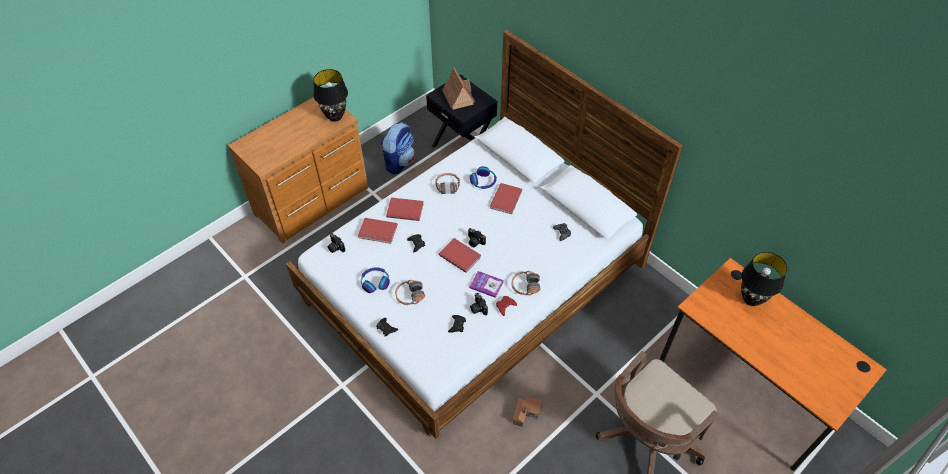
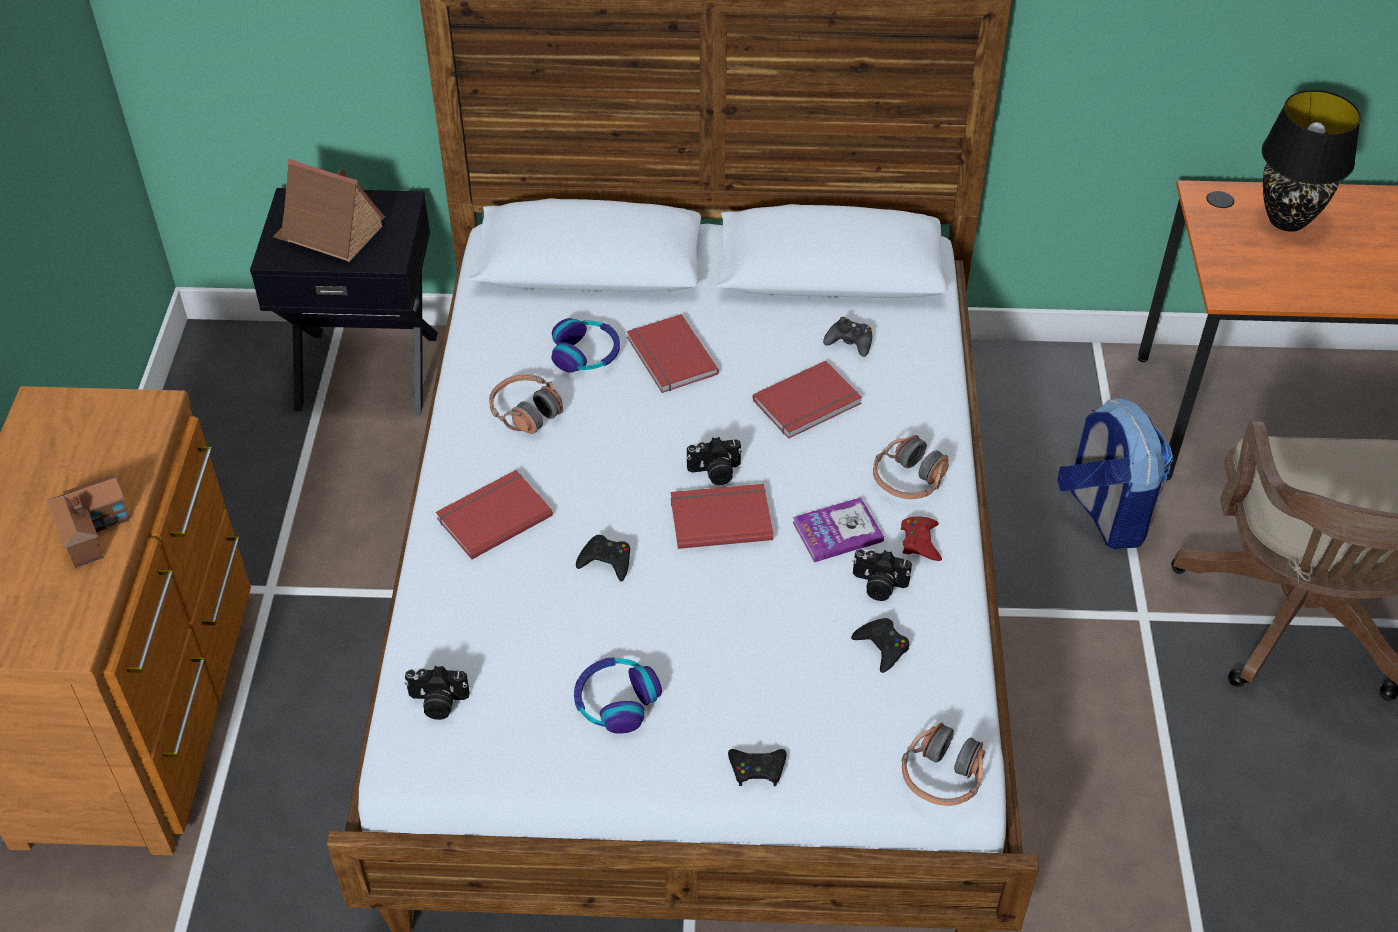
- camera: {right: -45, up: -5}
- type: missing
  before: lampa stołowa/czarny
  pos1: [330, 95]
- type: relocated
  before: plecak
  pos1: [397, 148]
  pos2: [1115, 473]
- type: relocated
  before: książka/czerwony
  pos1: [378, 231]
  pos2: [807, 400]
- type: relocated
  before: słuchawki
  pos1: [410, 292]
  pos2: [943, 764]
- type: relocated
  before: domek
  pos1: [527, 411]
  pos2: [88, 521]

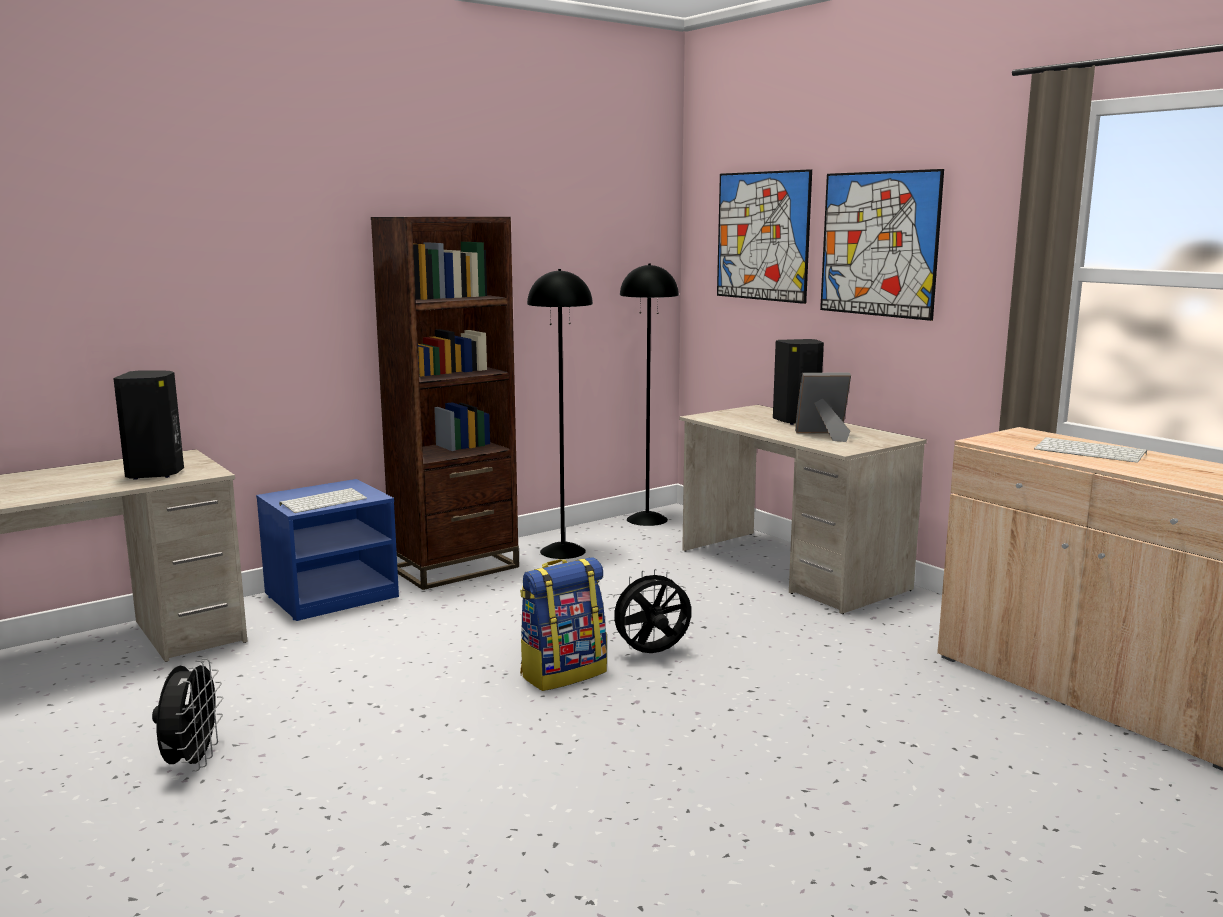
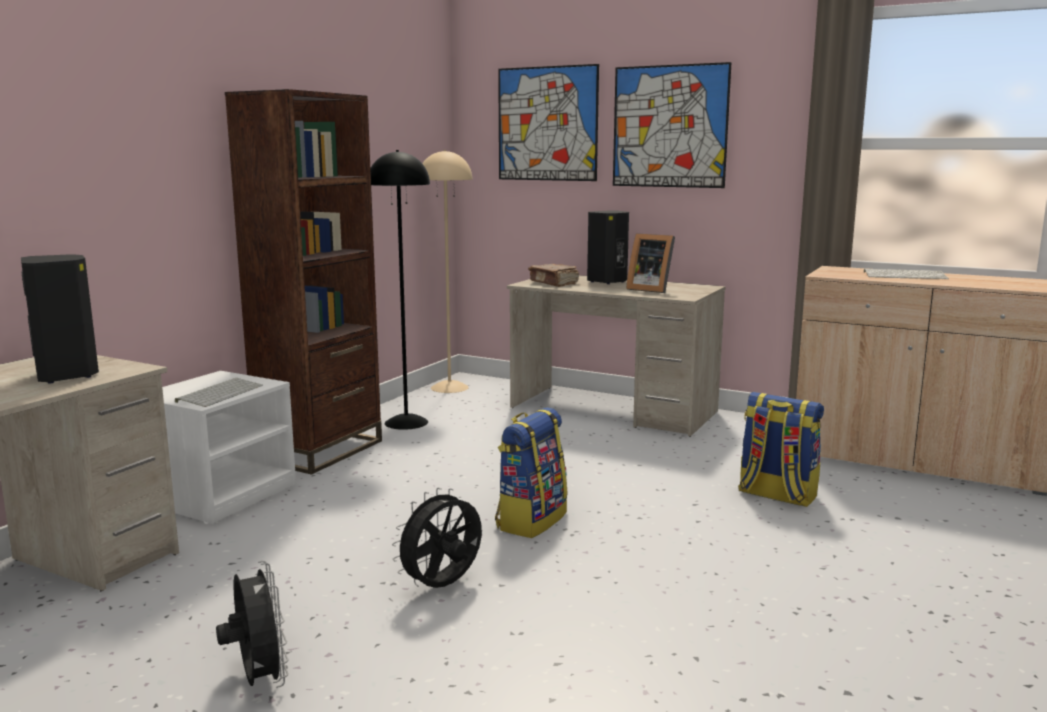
- camera: {right: -25, up: 0}
- type: colour
  before: lampa stojąca/czarny
  after: lampa stojąca/beżowy
  pos1: [649, 394]
  pos2: [447, 271]
- type: spun
  before: ramka na zdjęcie
  pos1: [823, 407]
  pos2: [650, 263]
  turn: -120
- type: colour
  before: szafka nocna/niebieski
  after: szafka nocna/biały
  pos1: [327, 550]
  pos2: [229, 447]
- type: relocated
  before: wentylator/czarny
  pos1: [649, 611]
  pos2: [437, 538]
- type: appeared
  after: książka/brązowy
  pos2: [553, 275]
- type: appeared
  after: plecak
  pos2: [781, 449]

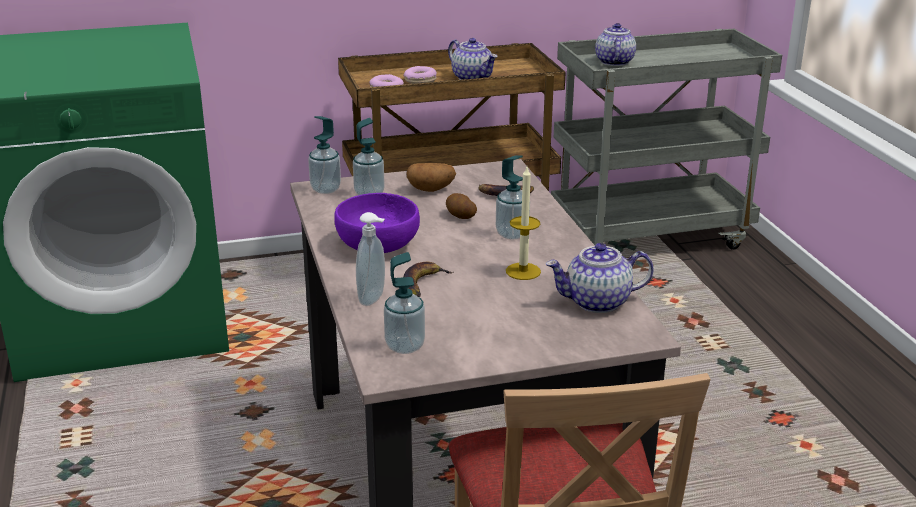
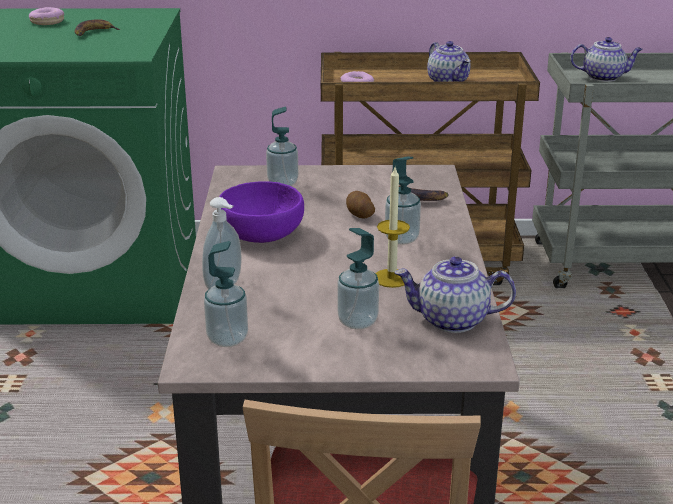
- camera: {right: 15, up: 0}
- type: spun
  before: imbryk
  pos1: [615, 44]
  pos2: [606, 59]
  turn: 75
- type: relocated
  before: donut
  pos1: [420, 75]
  pos2: [46, 16]
- type: relocated
  before: dozownik mydła
  pos1: [324, 155]
  pos2: [358, 279]
- type: missing
  before: ziemniak
  pos1: [431, 177]
- type: relocated
  before: banan
  pos1: [428, 279]
  pos2: [98, 27]

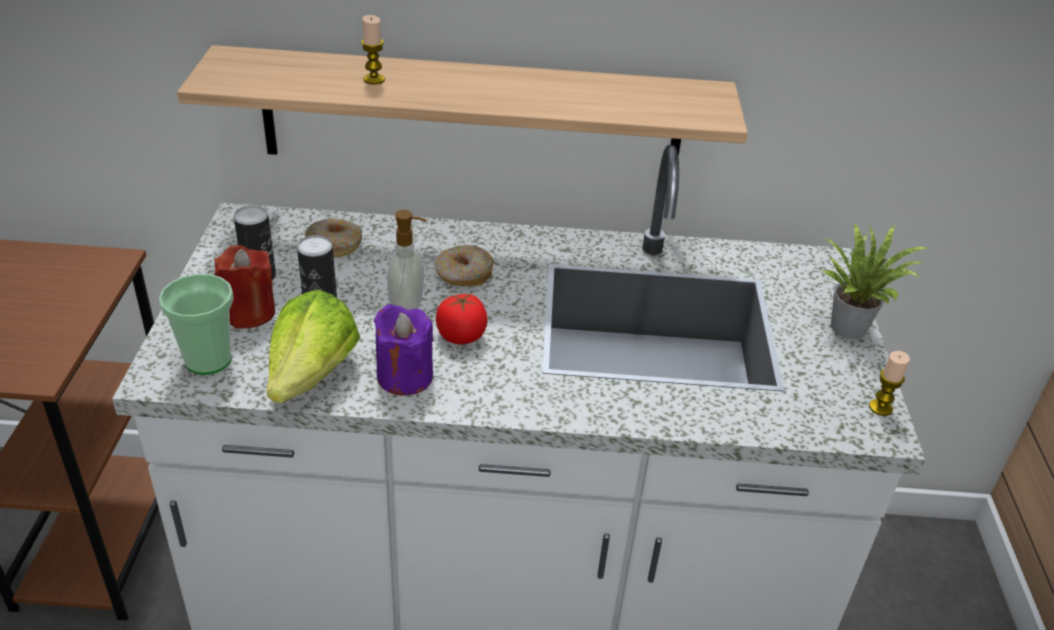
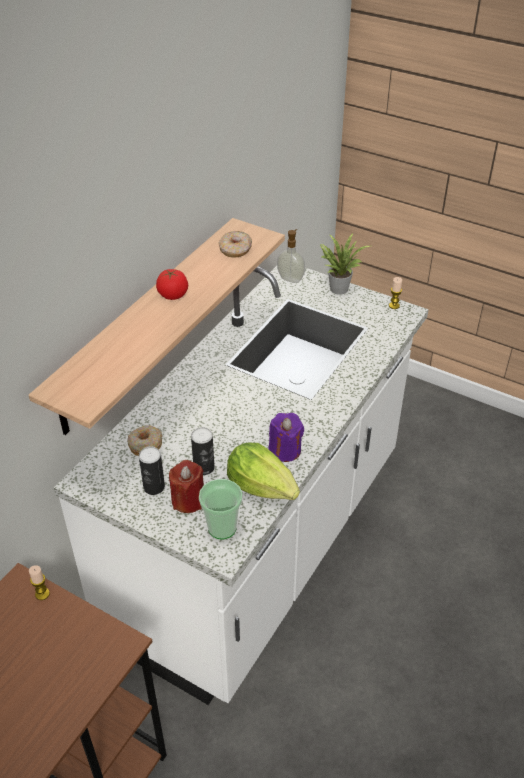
- camera: {right: -60, up: 5}
- type: relocated
  before: świeca
  pos1: [373, 49]
  pos2: [39, 582]
- type: relocated
  before: dozownik mydła
  pos1: [407, 260]
  pos2: [291, 256]
- type: relocated
  before: donut
  pos1: [464, 265]
  pos2: [235, 244]
- type: relocated
  before: pomidor
  pos1: [462, 319]
  pos2: [172, 284]

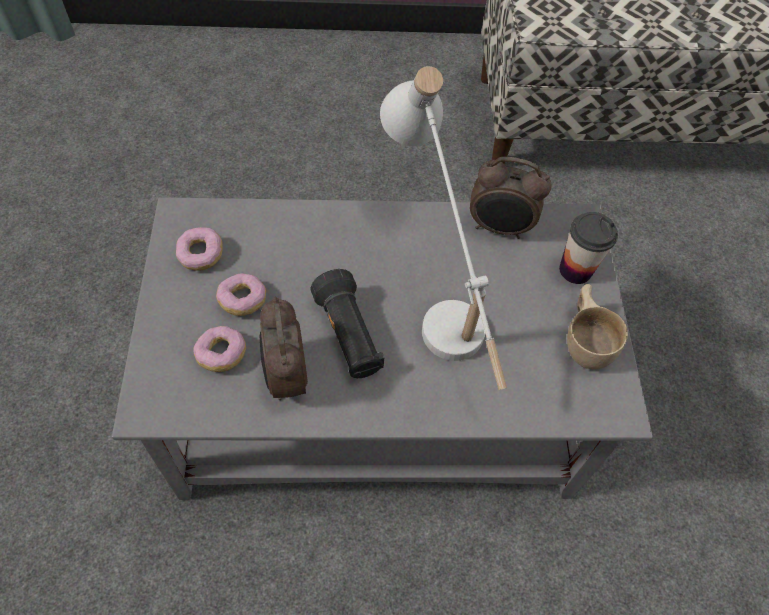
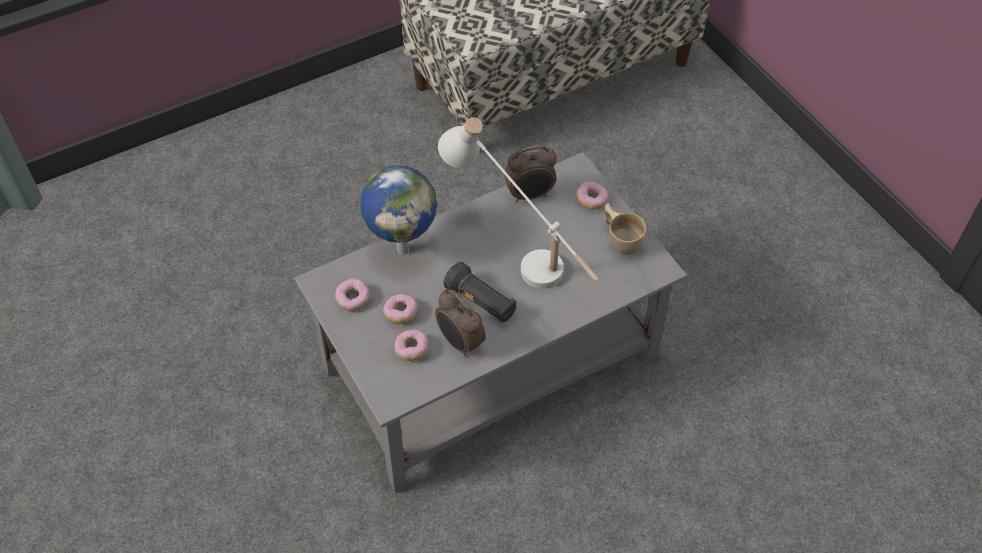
- camera: {right: -25, up: -5}
- type: exchanged
  before: filiżanka
  after: donut
  pos1: [588, 248]
  pos2: [592, 195]
- type: appeared
  after: globus
  pos2: [398, 210]

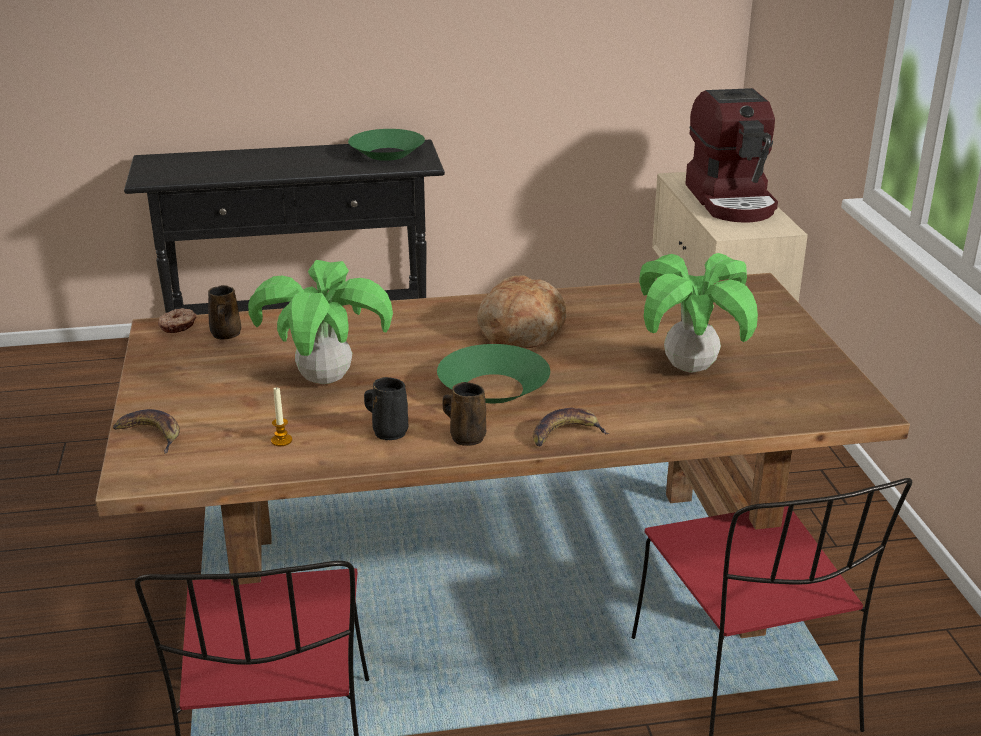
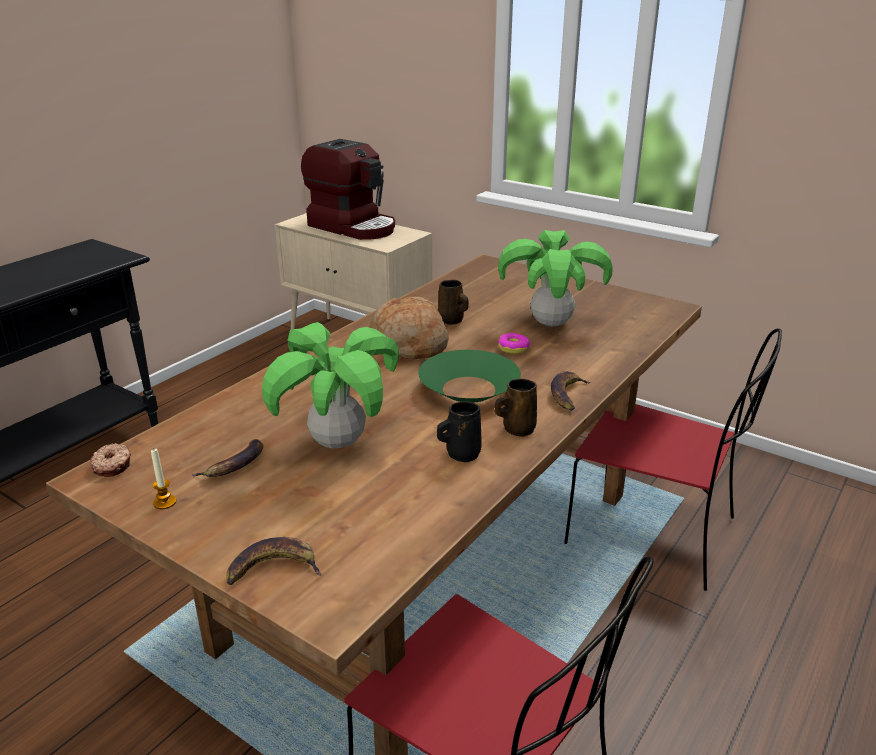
- camera: {right: -45, up: 0}
- type: missing
  before: miska/zielony
  pos1: [386, 145]
- type: relocated
  before: kubek/brązowy
  pos1: [224, 312]
  pos2: [453, 302]
- type: relocated
  before: świeca
  pos1: [281, 416]
  pos2: [163, 478]
- type: appeared
  after: donut
  pos2: [514, 343]
- type: appeared
  after: banan
  pos2: [227, 458]

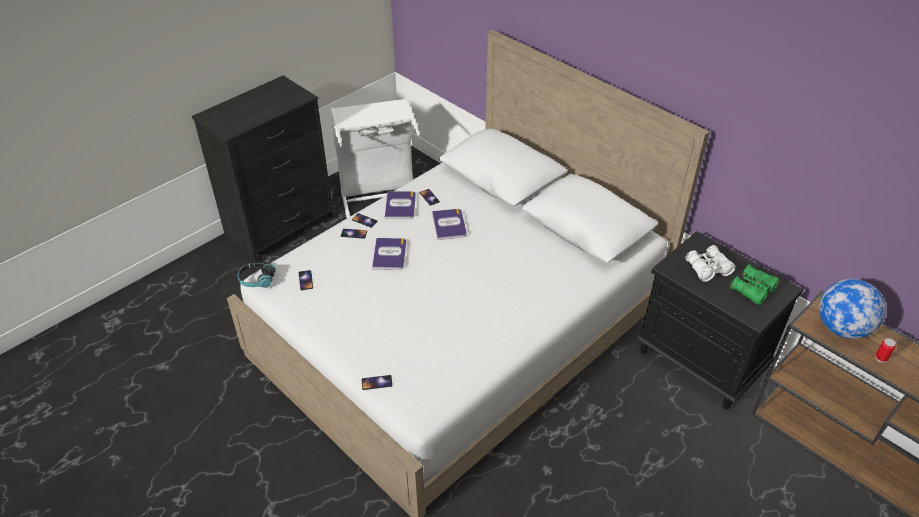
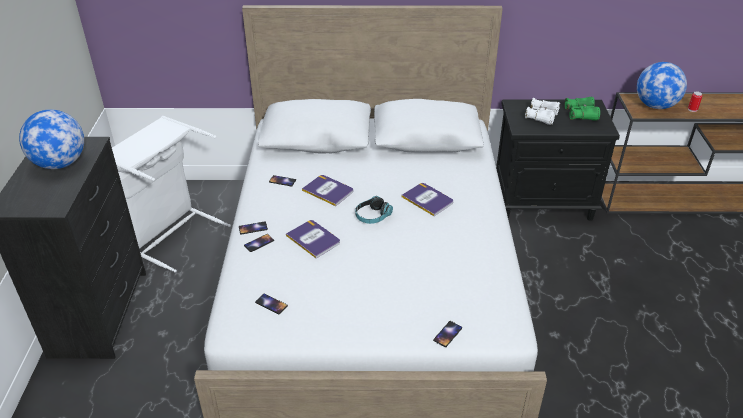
- camera: {right: -45, up: -5}
- type: relocated
  before: książka
  pos1: [400, 205]
  pos2: [427, 199]
- type: relocated
  before: słuchawki
  pos1: [257, 275]
  pos2: [374, 210]
- type: appeared
  after: globus
  pos2: [51, 139]

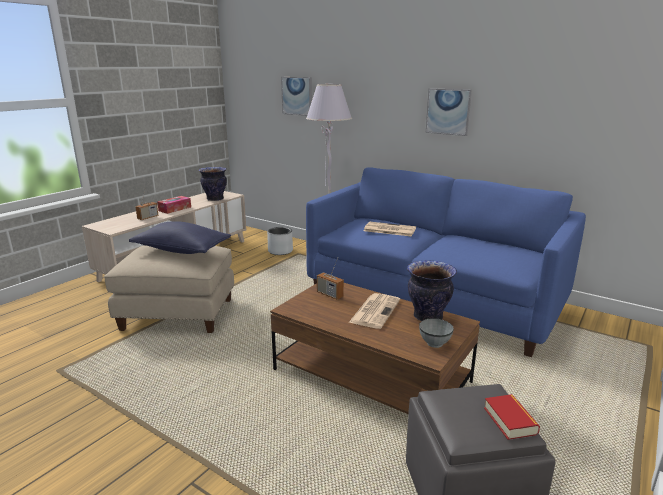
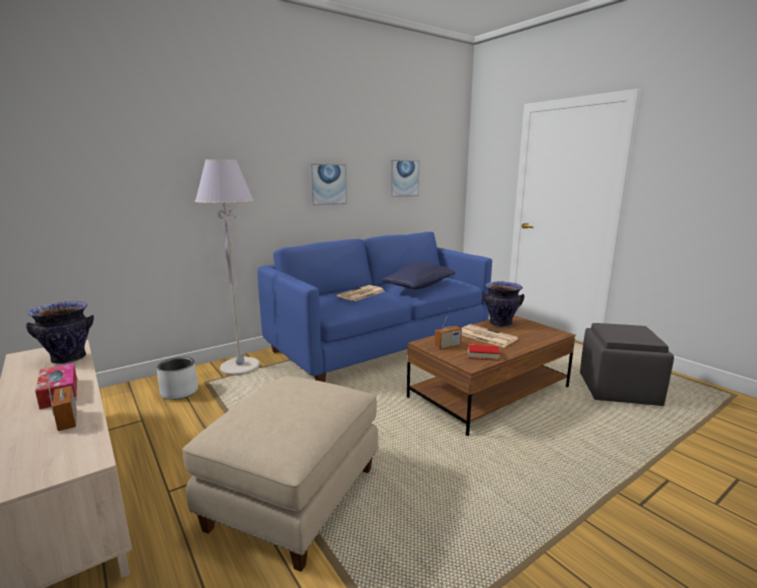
- camera: {right: -70, up: -5}
- type: relocated
  before: obraz
  pos1: [296, 96]
  pos2: [404, 178]
- type: relocated
  before: poduszka/niebieski
  pos1: [180, 237]
  pos2: [418, 275]
- type: missing
  before: miska/szary
  pos1: [436, 333]
- type: relocated
  before: książka
  pos1: [512, 417]
  pos2: [484, 352]

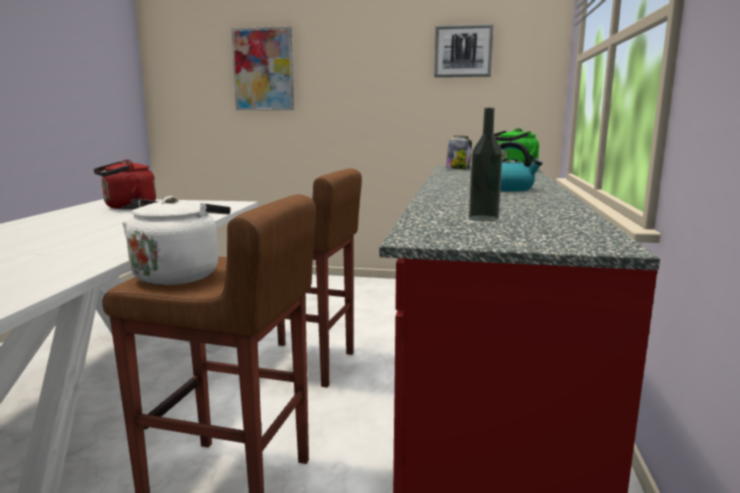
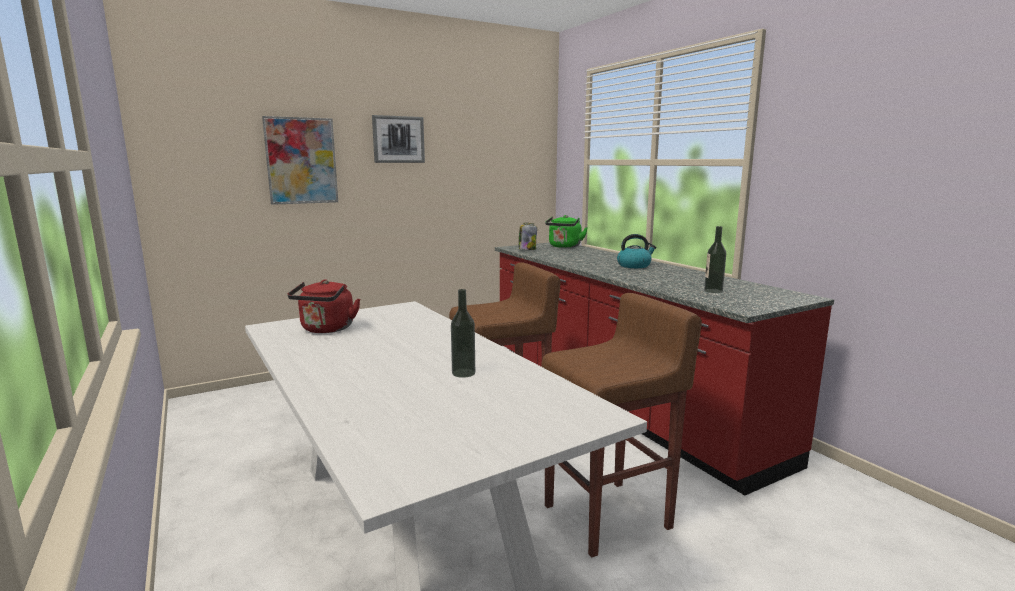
- camera: {right: -40, up: 0}
- type: relocated
  before: obraz
  pos1: [464, 50]
  pos2: [398, 139]
- type: missing
  before: czajnik/biały
  pos1: [176, 240]
- type: appeared
  after: butelka
  pos2: [463, 333]

